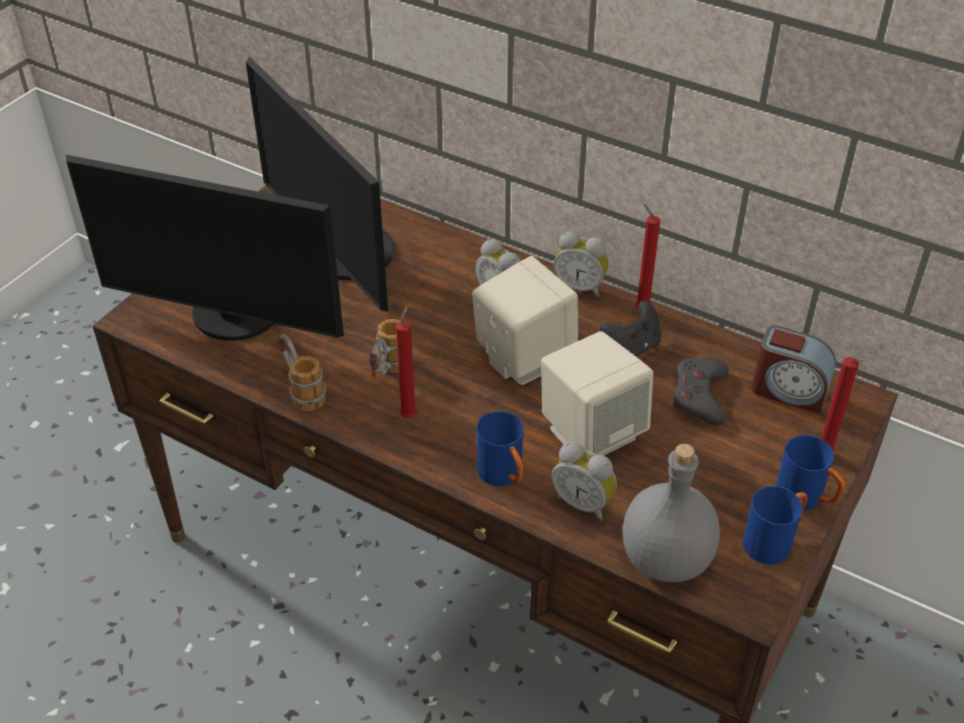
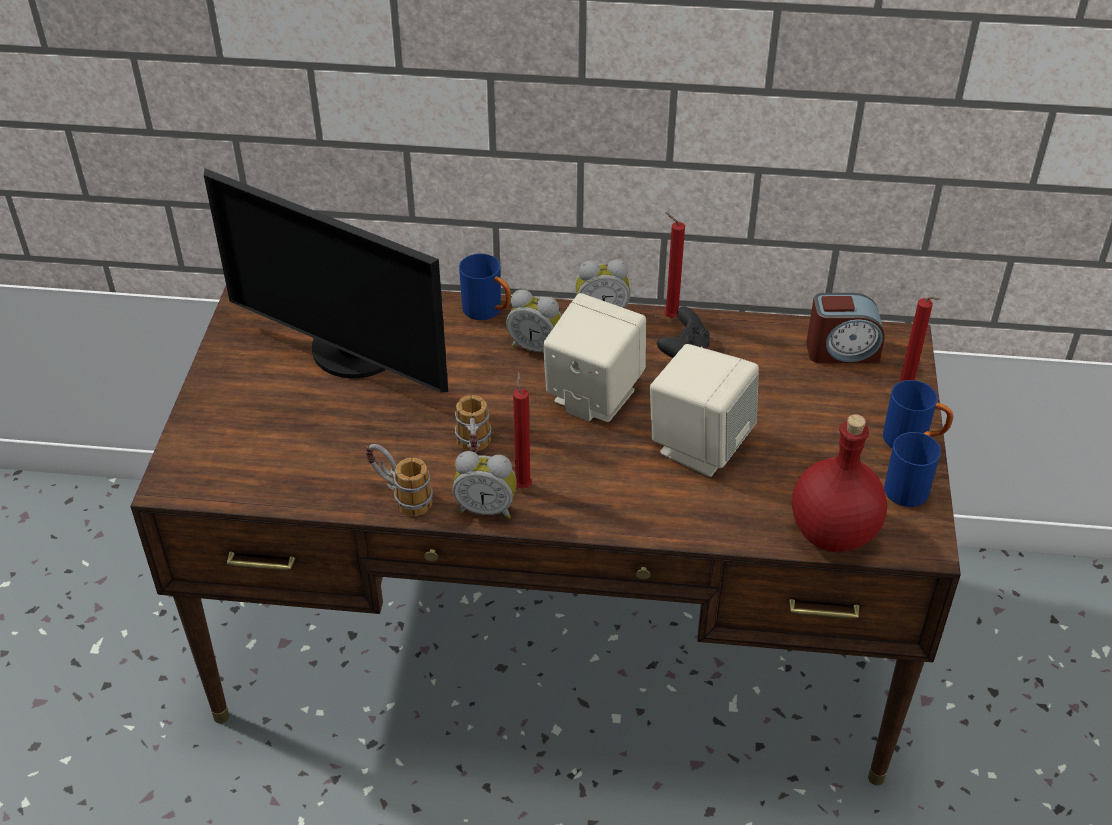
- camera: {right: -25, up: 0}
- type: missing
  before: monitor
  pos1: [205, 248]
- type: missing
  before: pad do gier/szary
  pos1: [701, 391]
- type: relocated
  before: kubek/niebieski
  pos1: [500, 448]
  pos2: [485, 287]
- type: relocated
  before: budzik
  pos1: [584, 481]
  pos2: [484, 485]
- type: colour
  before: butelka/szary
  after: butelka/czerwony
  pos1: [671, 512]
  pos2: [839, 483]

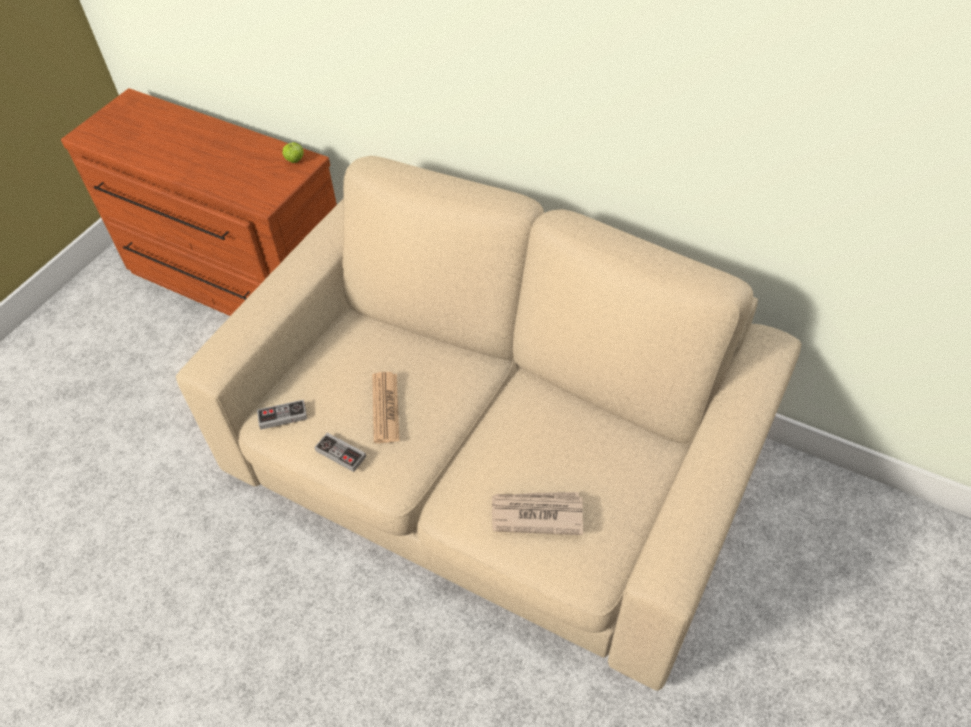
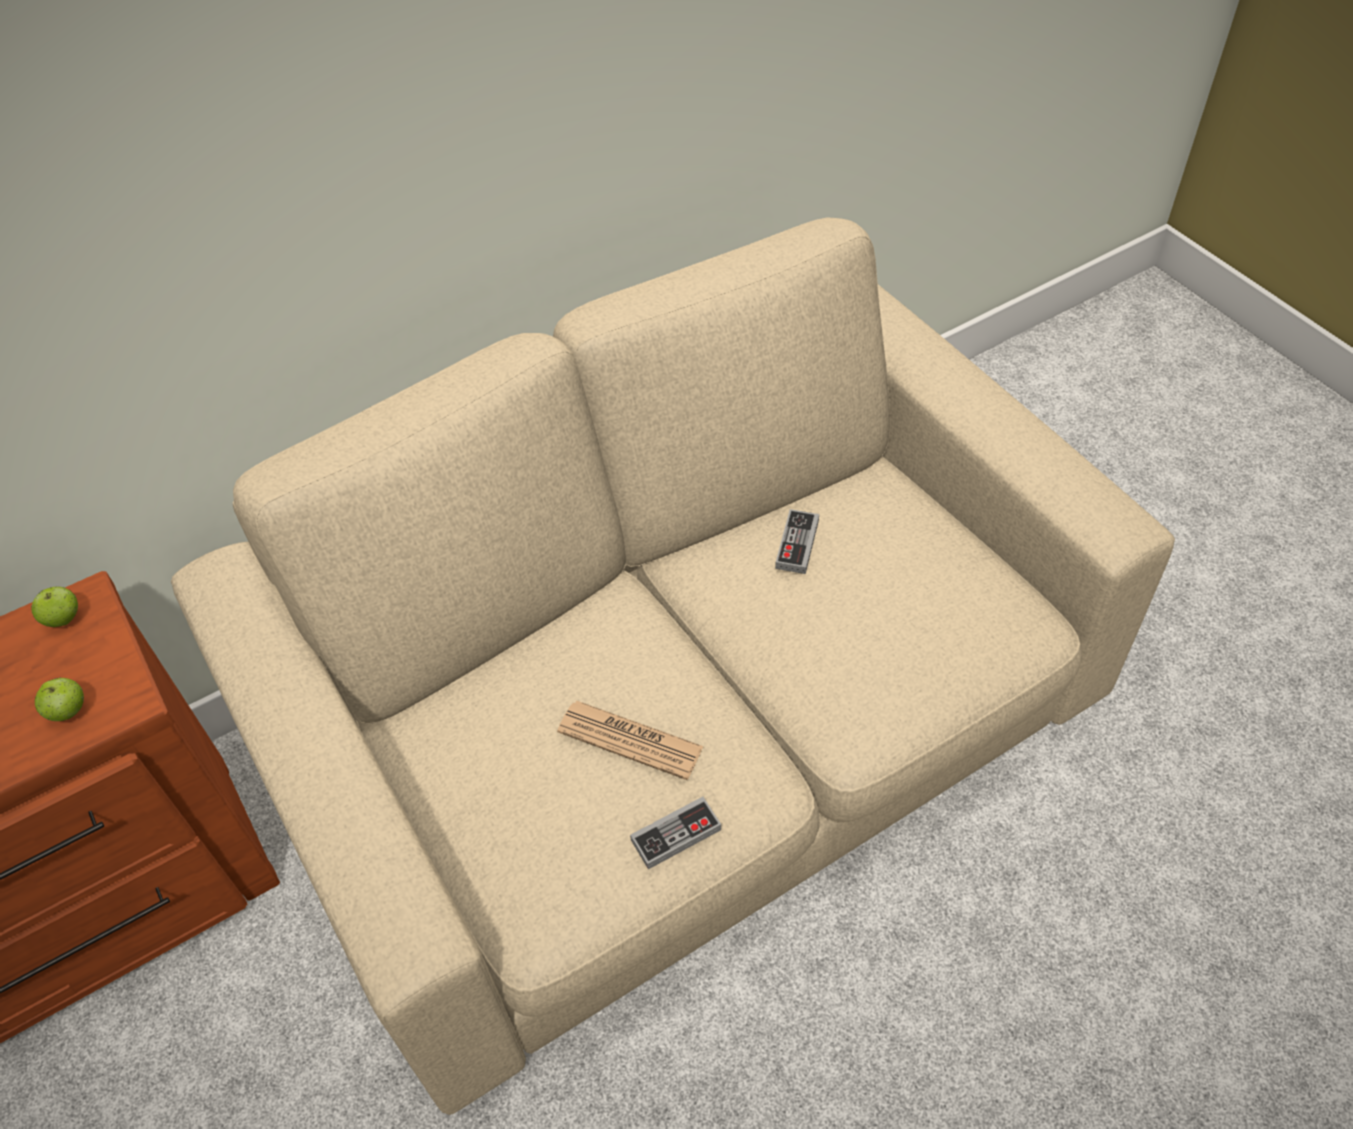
- camera: {right: -60, up: 0}
- type: relocated
  before: pad do gier
  pos1: [282, 415]
  pos2: [797, 541]
- type: missing
  before: gazeta
  pos1: [537, 513]
- type: appeared
  after: jabłko
  pos2: [59, 699]

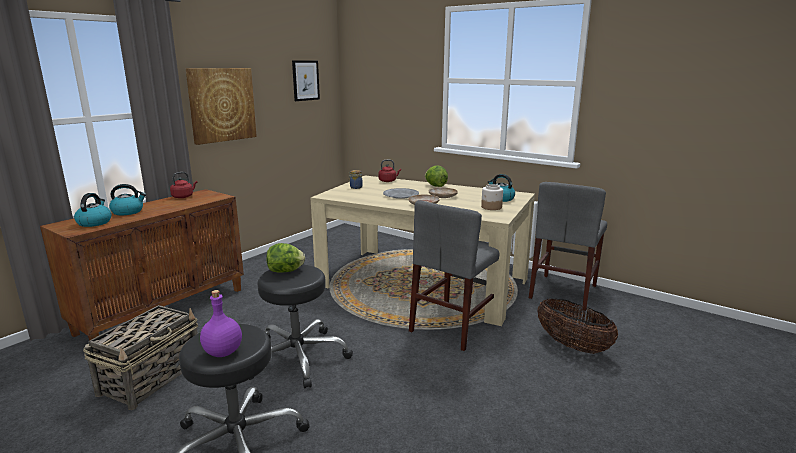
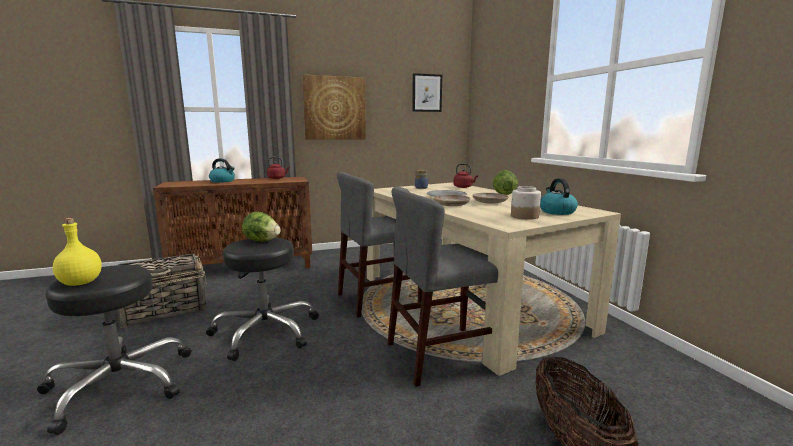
- camera: {right: 35, up: -5}
- type: relocated
  before: krzesło/szary
  pos1: [568, 246]
  pos2: [379, 245]
- type: missing
  before: czajnik
  pos1: [93, 210]
- type: colour
  before: butelka/fioletowy
  after: butelka/żółty
  pos1: [221, 323]
  pos2: [77, 252]

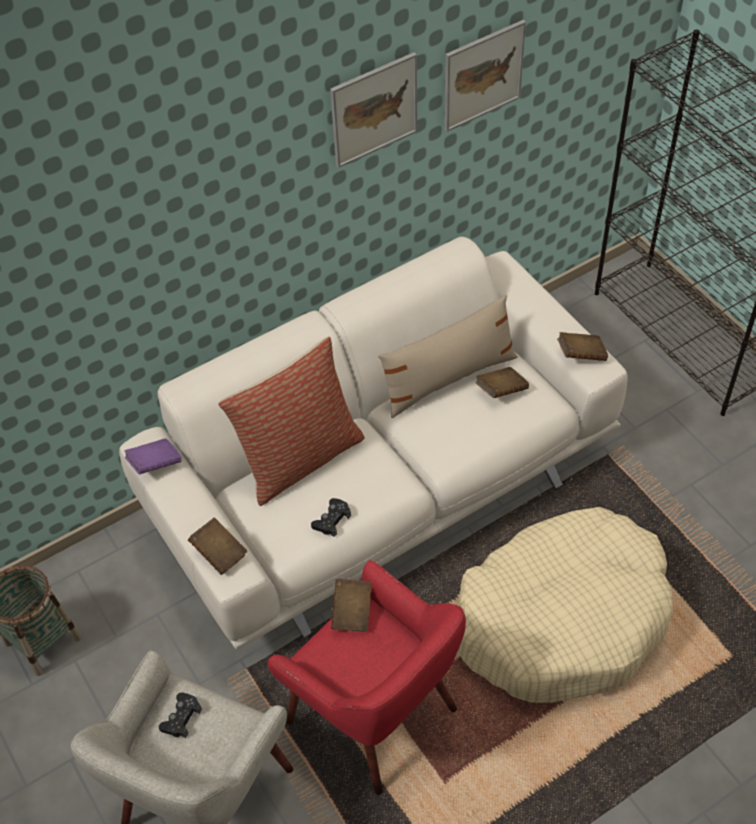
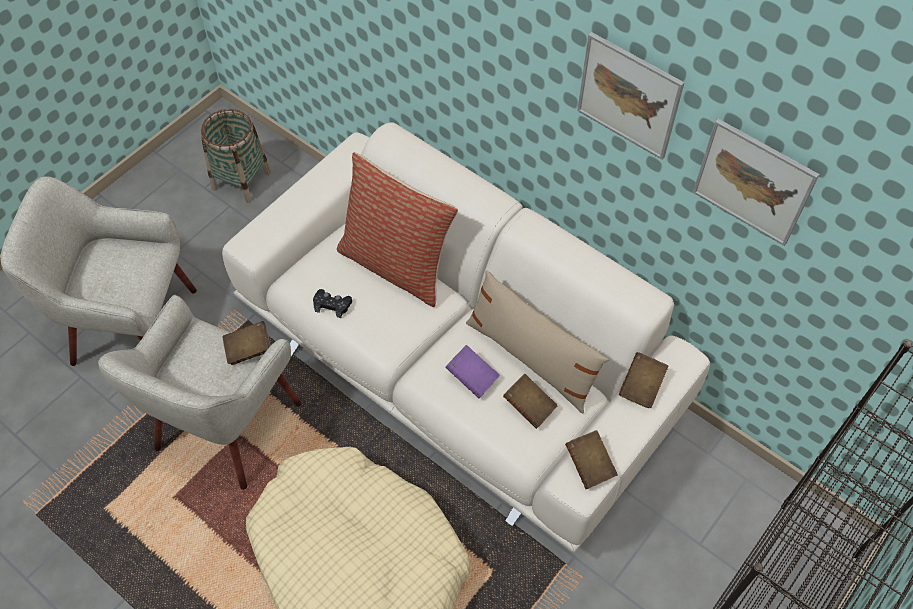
- camera: {right: 70, up: 5}
- type: relocated
  before: książka/fioletowy
  pos1: [153, 456]
  pos2: [472, 371]
- type: relocated
  before: książka/brązowy
  pos1: [217, 546]
  pos2: [643, 380]
- type: colour
  before: fotel/czerwony
  after: fotel/beżowy
  pos1: [366, 677]
  pos2: [200, 392]
- type: missing
  before: pad do gier/czarny
  pos1: [180, 715]

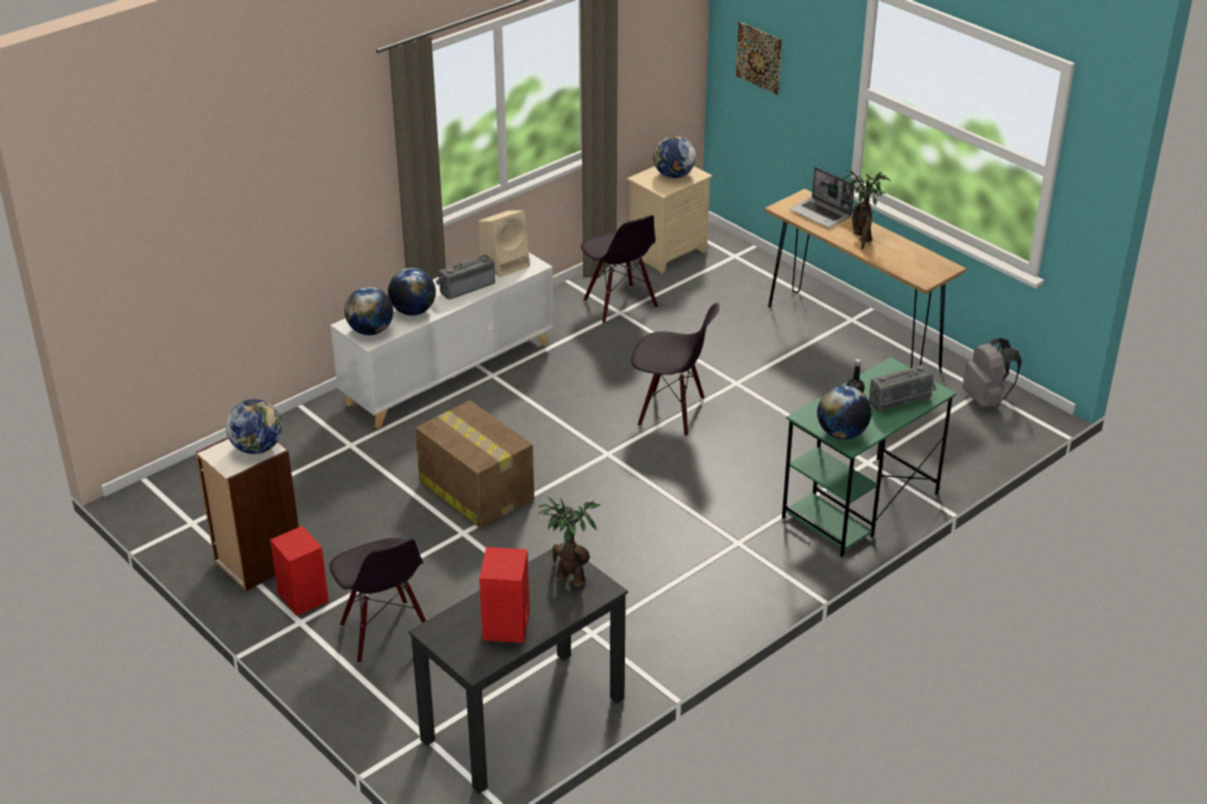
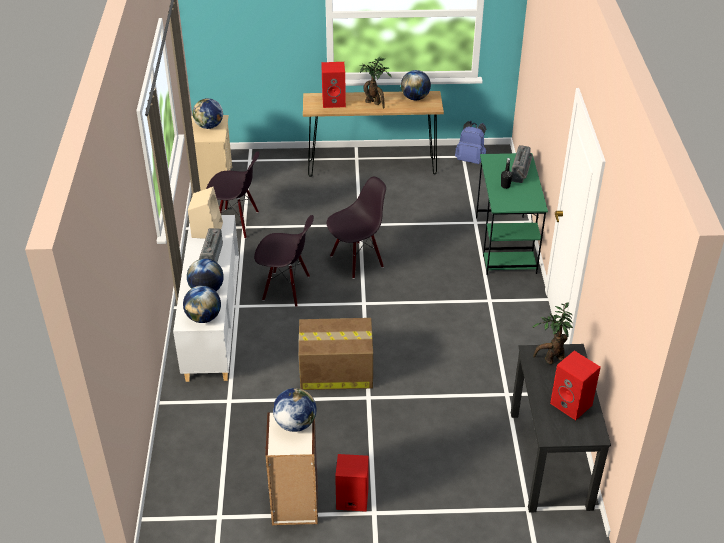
- camera: {right: -50, up: 5}
- type: missing
  before: obraz
  pos1: [759, 58]
- type: exchanged
  before: laptop
  after: głośnik/czerwony
  pos1: [822, 197]
  pos2: [333, 85]
- type: colour
  before: plecak/szary
  after: plecak/niebieski
  pos1: [992, 372]
  pos2: [470, 142]
- type: relocated
  before: globus
  pos1: [844, 412]
  pos2: [416, 85]
- type: relocated
  before: krzesło/czarny
  pos1: [377, 601]
  pos2: [284, 261]

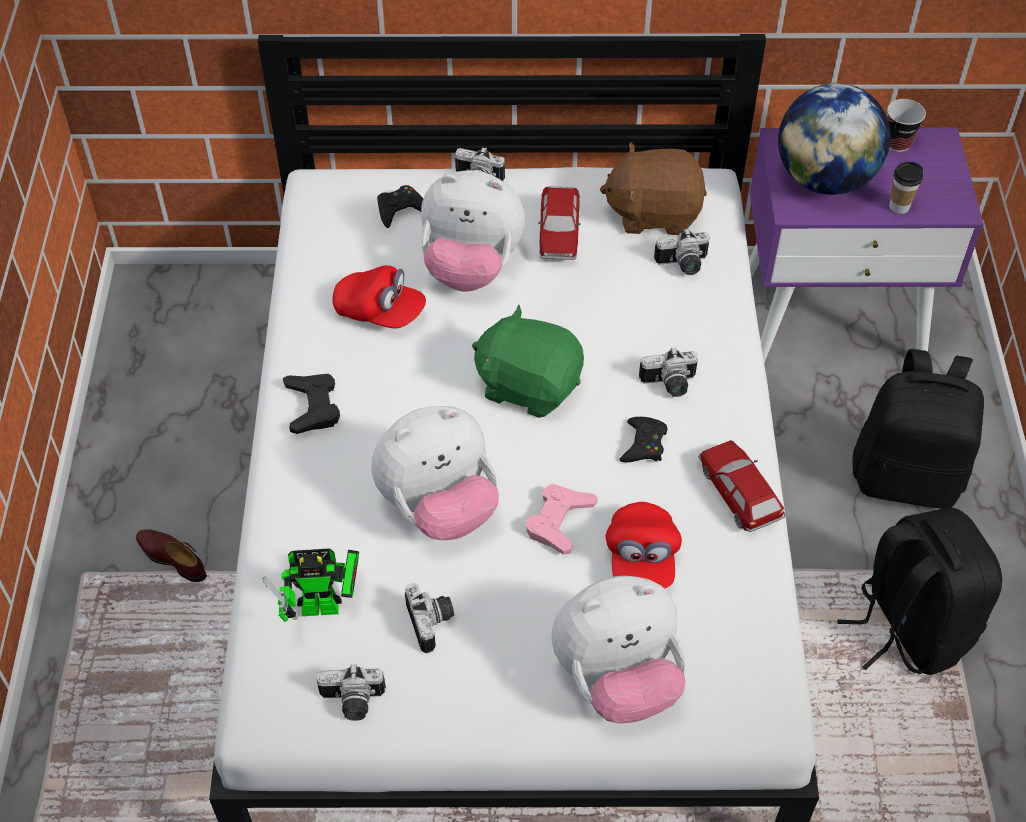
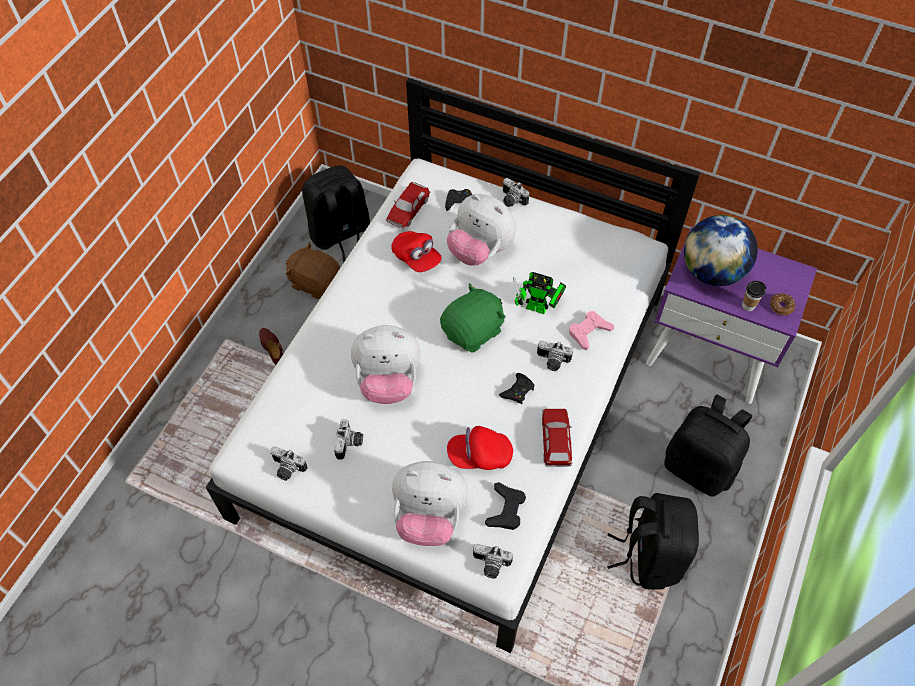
- camera: {right: 25, up: 5}
- type: missing
  before: filiżanka
  pos1: [906, 125]
- type: relocated
  before: pluszak/brązowy
  pos1: [653, 188]
  pos2: [313, 270]
- type: relocated
  before: samochodzik
  pos1: [559, 223]
  pos2: [408, 205]
- type: relocated
  before: aparat fotograficzny
  pos1: [682, 251]
  pos2: [493, 561]
- type: spun
  before: pluszak/zielony
  pos1: [528, 361]
  pos2: [473, 317]
  turn: 90
- type: relocated
  before: pad do gier/czarny
  pos1: [311, 404]
  pos2: [505, 506]
- type: relocated
  before: pad do gier/różowy
  pos1: [562, 519]
  pos2: [591, 330]
- type: spun
  before: czapka z daszkiem/czerwony
  pos1: [644, 545]
  pos2: [480, 448]
  turn: 60
- type: relocated
  before: robot zabawkowy
  pos1: [310, 585]
  pos2: [539, 293]
- type: appeared
  after: plecak/czarny
  pos2: [336, 213]
- type: appeared
  after: donut
  pos2: [782, 304]

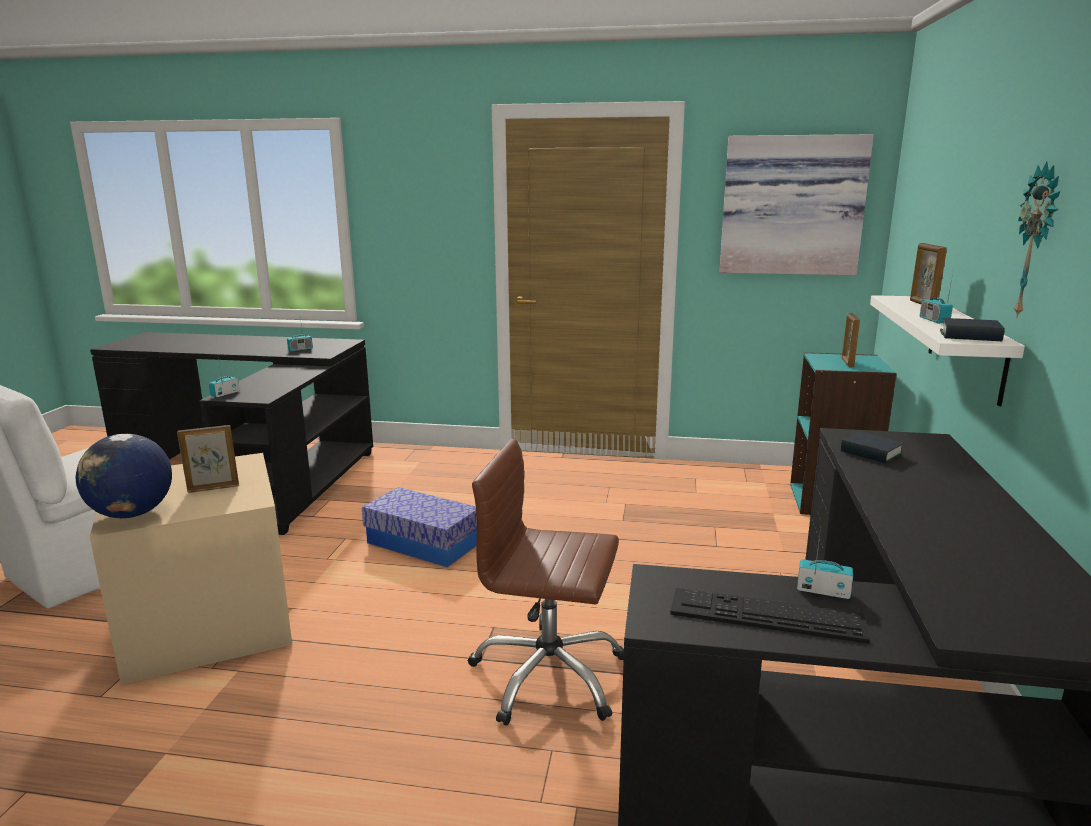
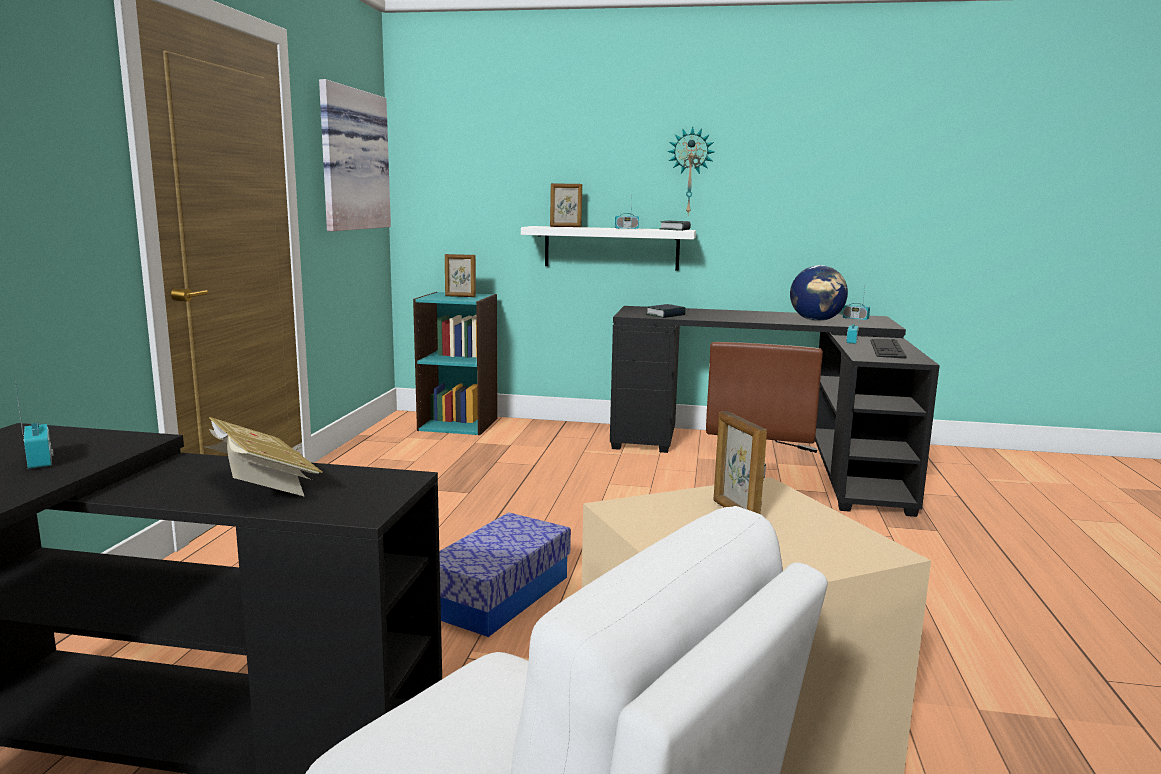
- camera: {right: -90, up: -5}
- type: relocated
  before: radio
  pos1: [224, 377]
  pos2: [856, 304]
- type: relocated
  before: globus
  pos1: [124, 476]
  pos2: [819, 293]
- type: appeared
  after: książka
  pos2: [264, 457]

